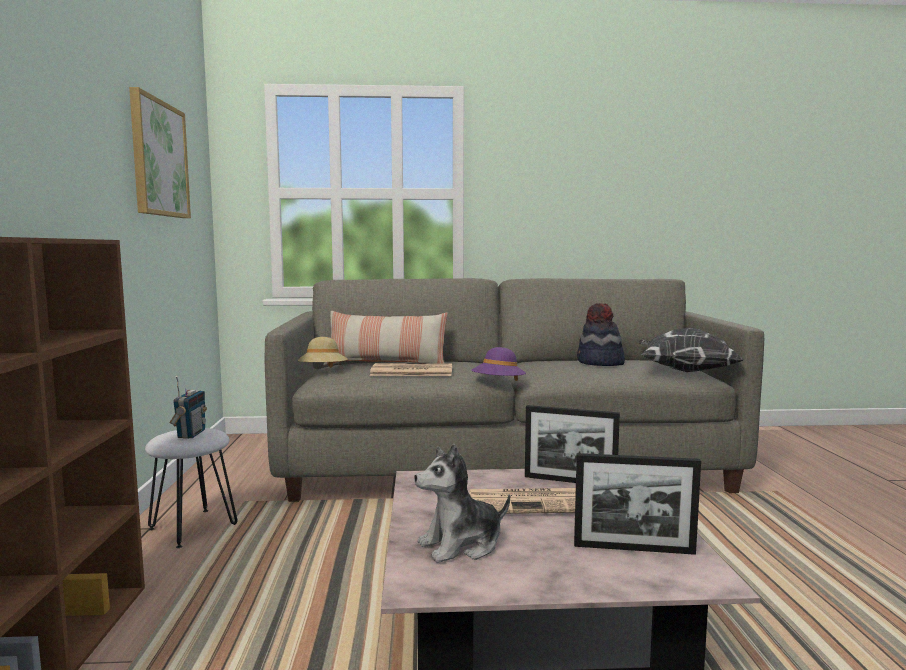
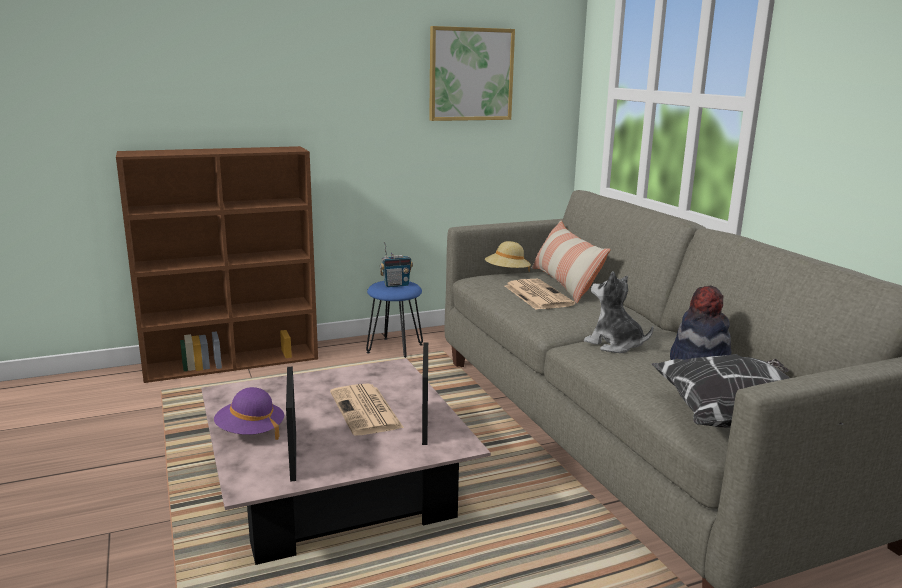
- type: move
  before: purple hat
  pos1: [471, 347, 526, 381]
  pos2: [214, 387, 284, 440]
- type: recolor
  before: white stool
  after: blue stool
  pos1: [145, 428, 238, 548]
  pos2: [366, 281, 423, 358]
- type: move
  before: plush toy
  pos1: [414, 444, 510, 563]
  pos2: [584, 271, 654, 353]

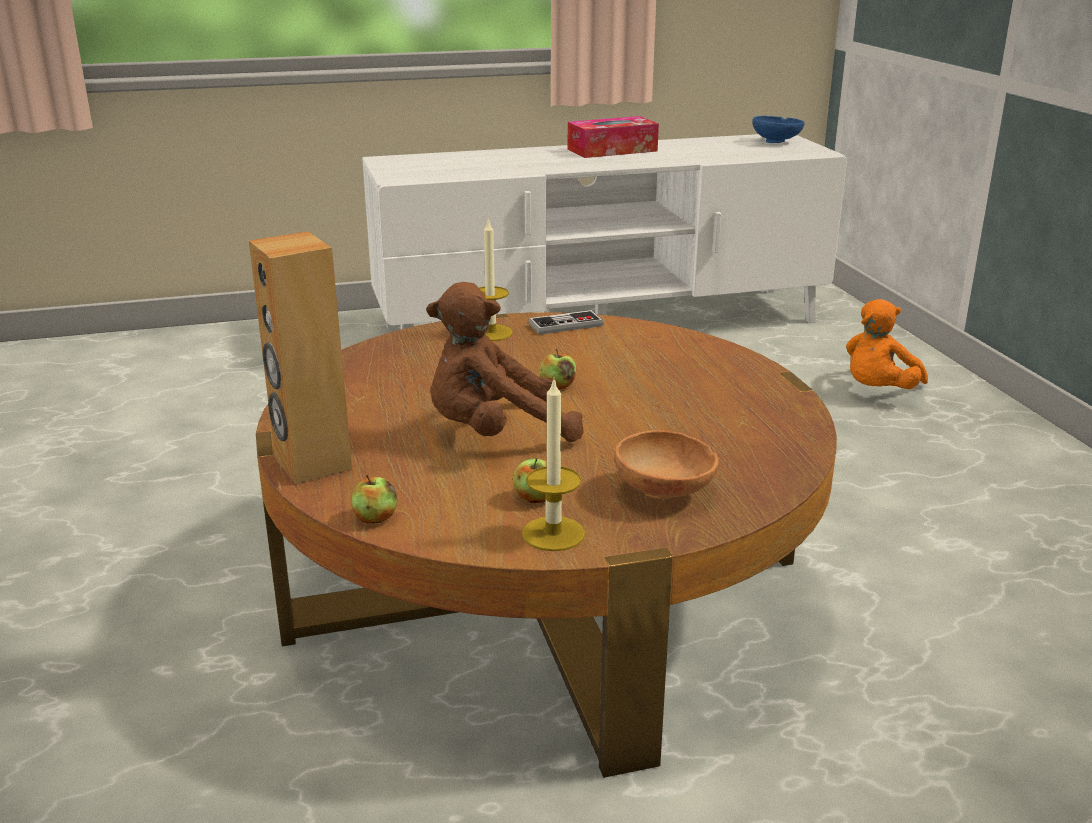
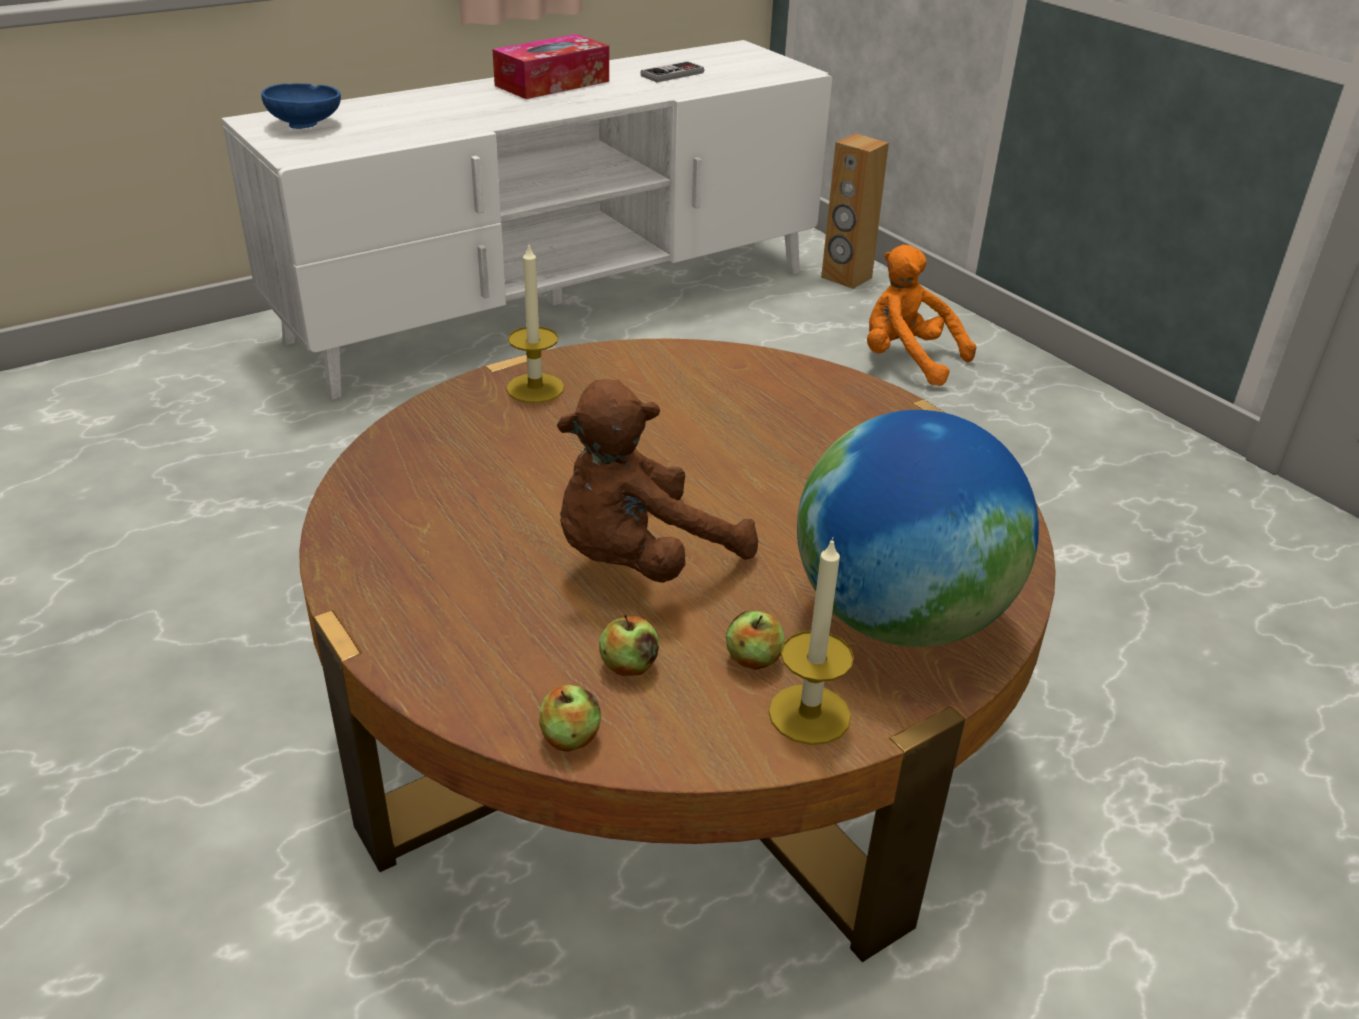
- type: move
  before: blue bowl
  pos1: [752, 116, 804, 143]
  pos2: [261, 83, 341, 129]
- type: move
  before: apple
  pos1: [540, 349, 576, 389]
  pos2: [600, 615, 659, 676]
- type: move
  before: game controller
  pos1: [529, 310, 603, 335]
  pos2: [640, 61, 704, 82]
- type: replace
  before: brown bowl
  after: globe
  pos1: [614, 430, 718, 499]
  pos2: [797, 410, 1039, 647]
- type: move
  before: brown speaker
  pos1: [249, 231, 352, 484]
  pos2: [821, 134, 889, 289]
- type: rotate
  before: orange plush toy
  pos1: [846, 299, 928, 389]
  pos2: [867, 245, 976, 386]
  turn: 105

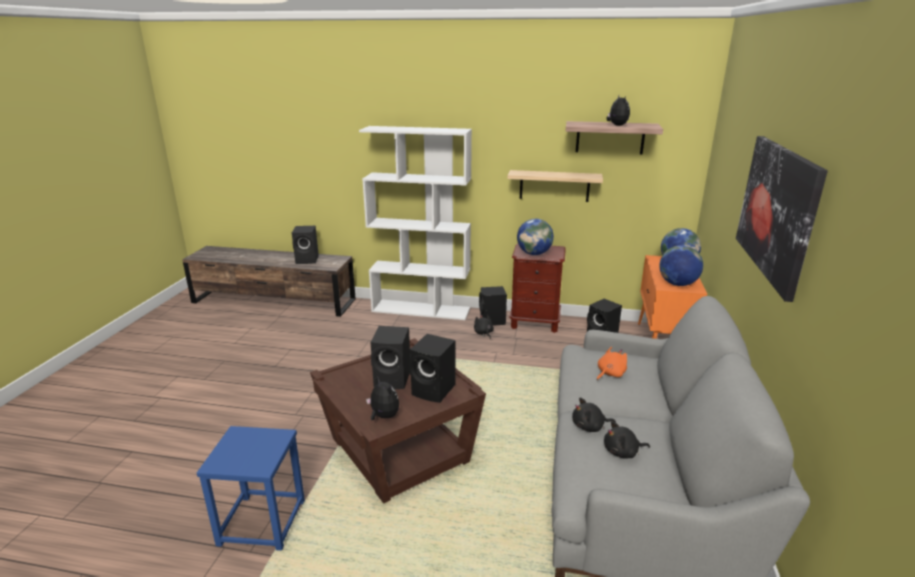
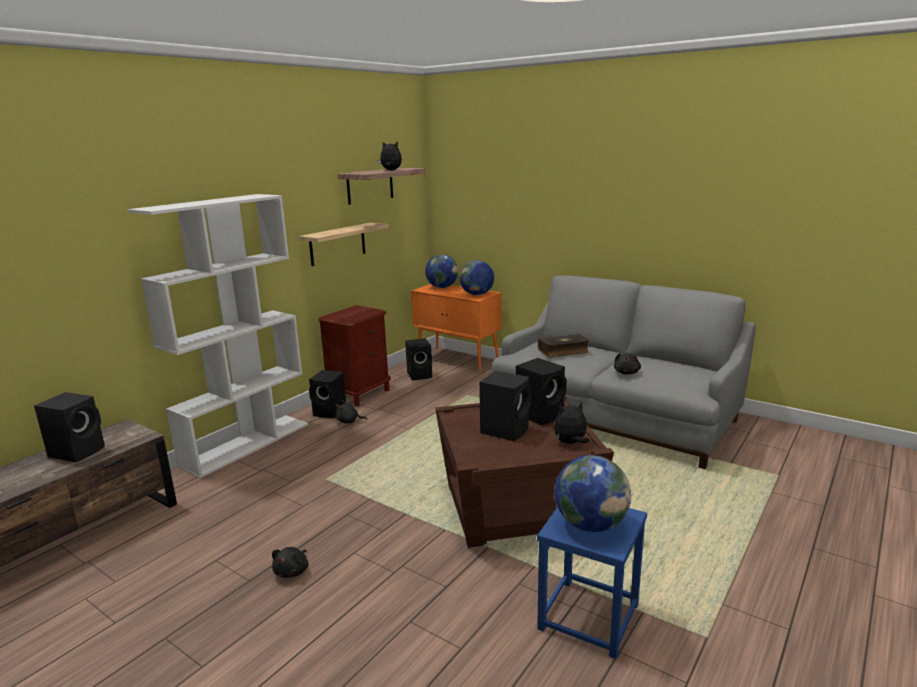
- type: move
  before: black plush toy
  pos1: [604, 421, 650, 459]
  pos2: [272, 547, 309, 578]
- type: replace
  before: orange plush toy
  after: book
  pos1: [597, 347, 627, 380]
  pos2: [538, 334, 590, 358]
- type: move
  before: globe
  pos1: [517, 219, 554, 255]
  pos2: [555, 455, 631, 532]
- type: delete
  before: picture
  pos1: [736, 136, 828, 302]

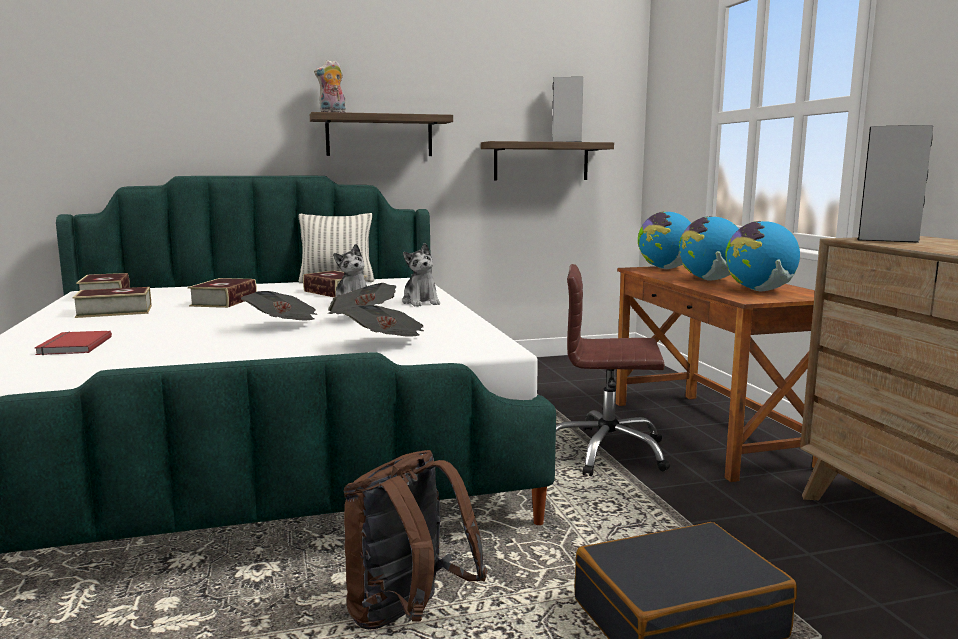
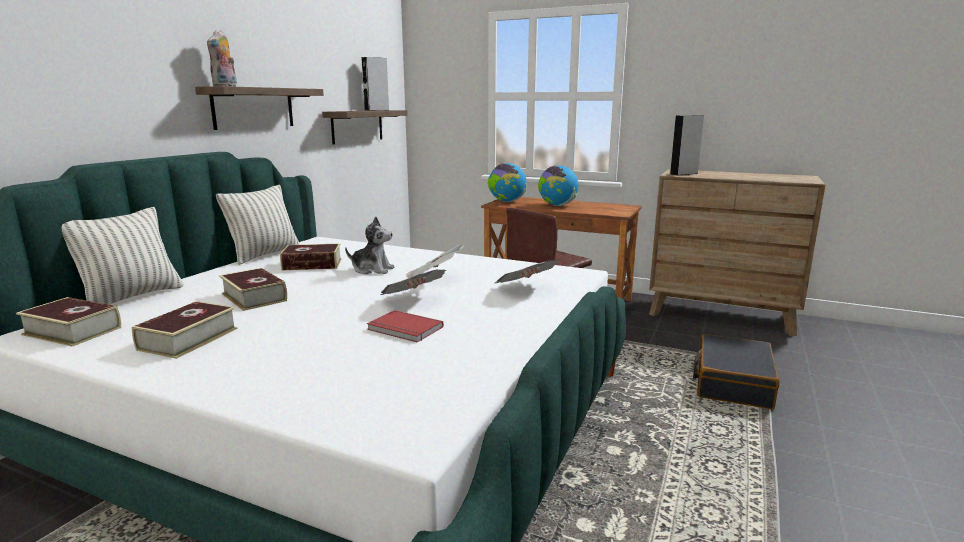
- type: insert
  after: pillow
  pos2: [62, 207, 183, 305]
- type: move
  before: red book
  pos1: [35, 331, 112, 355]
  pos2: [367, 310, 444, 342]
- type: delete
  before: brown backpack
  pos1: [344, 450, 488, 630]
- type: delete
  before: plush toy
  pos1: [402, 243, 440, 306]
- type: delete
  before: globe
  pos1: [725, 221, 800, 291]

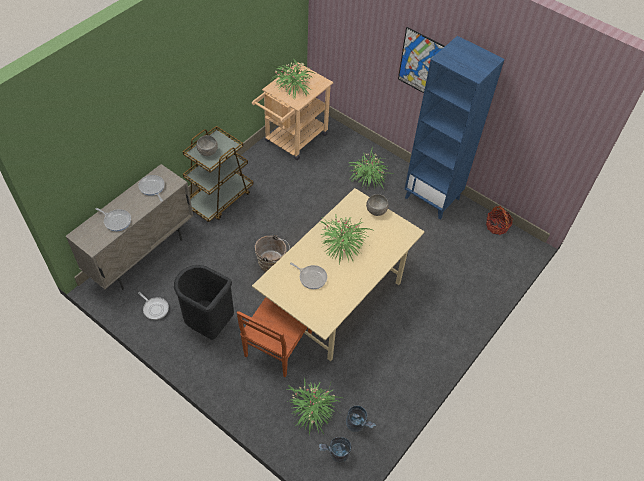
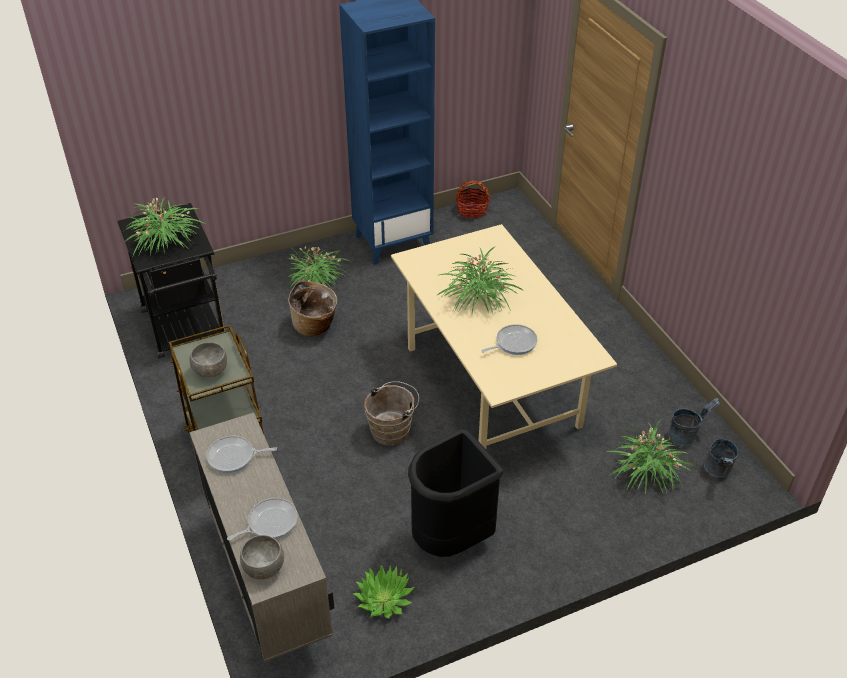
- type: recolor
  before: beige cart
  after: black cart
  pos1: [252, 63, 333, 160]
  pos2: [117, 203, 225, 358]
- type: move
  before: grey bowl
  pos1: [366, 194, 388, 216]
  pos2: [240, 535, 284, 579]
- type: insert
  after: basket
  pos2: [288, 281, 337, 337]
- type: replace
  before: frying pan
  after: potted plant
  pos1: [138, 292, 169, 320]
  pos2: [353, 565, 415, 619]
- type: delete
  before: brown chair
  pos1: [237, 297, 312, 377]
- type: delete
  before: picture
  pos1: [398, 27, 445, 93]

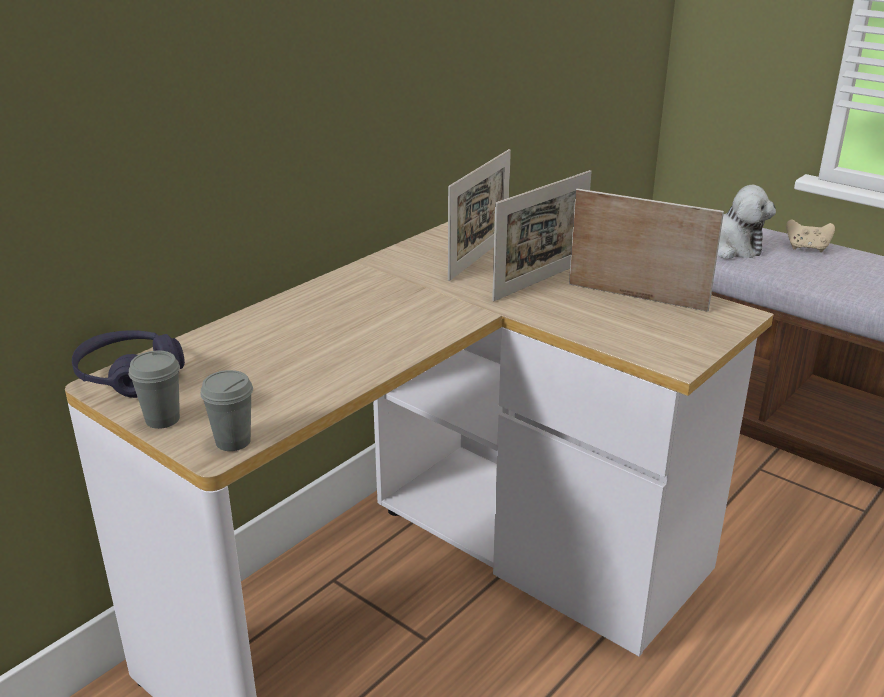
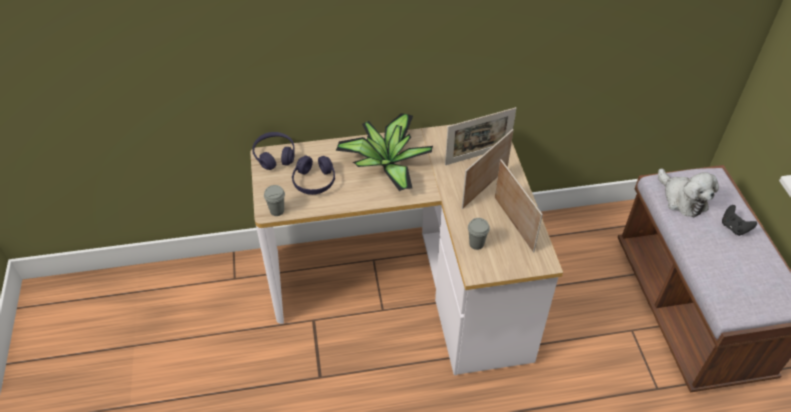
- type: insert
  after: purple headphones
  pos2: [292, 156, 335, 195]
- type: insert
  after: potted plant
  pos2: [336, 113, 433, 191]
- type: rotate
  before: picture frame
  pos1: [492, 170, 592, 301]
  pos2: [462, 129, 514, 209]
  turn: 135
- type: move
  before: grey cup
  pos1: [129, 351, 180, 429]
  pos2: [468, 218, 490, 250]
- type: recolor
  before: beige game controller
  after: black game controller
  pos1: [786, 220, 835, 252]
  pos2: [722, 205, 757, 236]

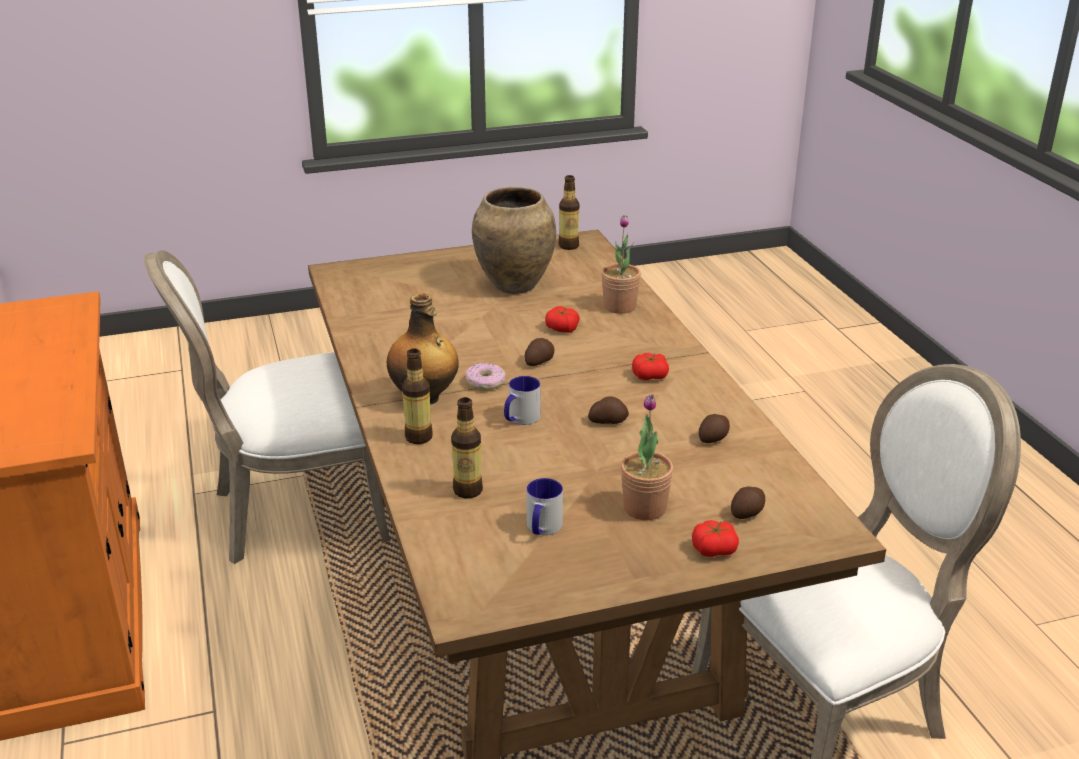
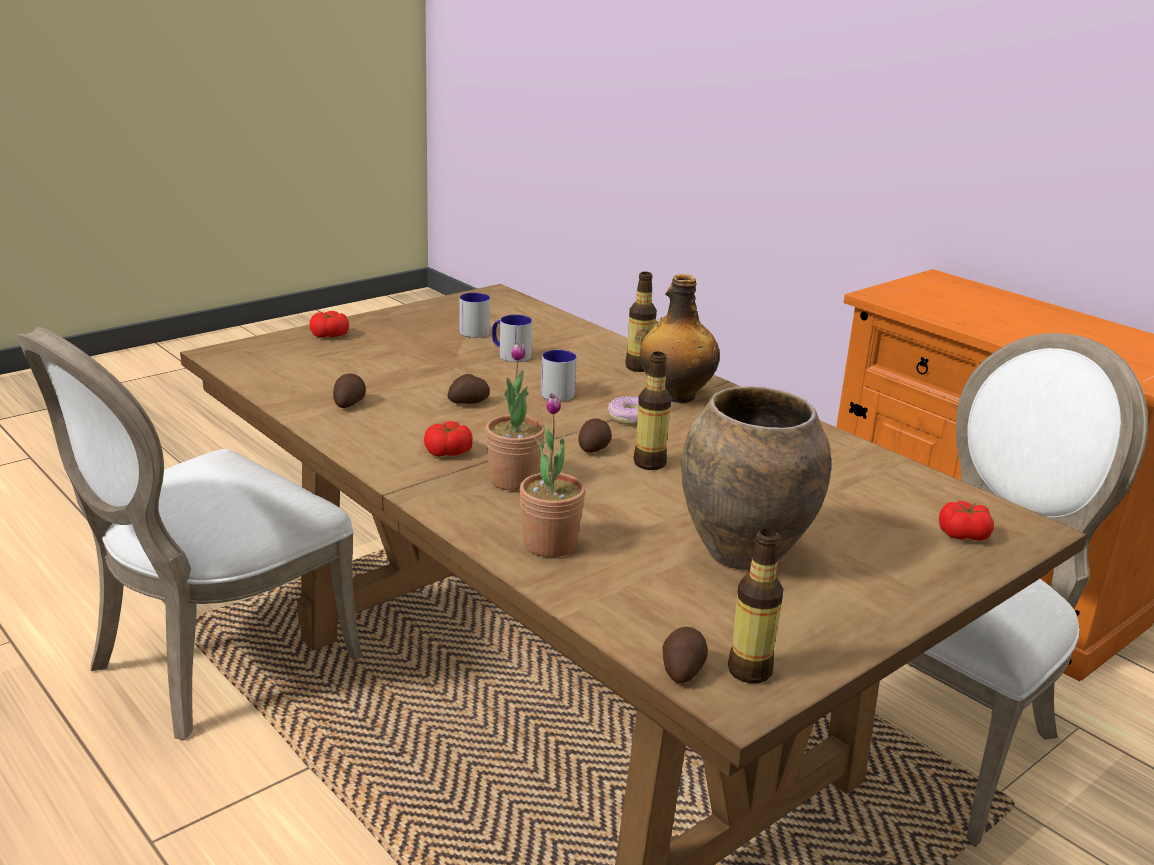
- type: move
  before: potted plant
  pos1: [621, 394, 674, 520]
  pos2: [485, 342, 545, 491]
- type: insert
  after: mug
  pos2: [492, 315, 532, 362]
- type: move
  before: bottle
  pos1: [451, 397, 483, 498]
  pos2: [634, 352, 671, 470]
- type: move
  before: potato
  pos1: [731, 486, 765, 519]
  pos2: [662, 627, 708, 683]
- type: move
  before: tomato
  pos1: [545, 306, 580, 333]
  pos2: [939, 501, 994, 541]

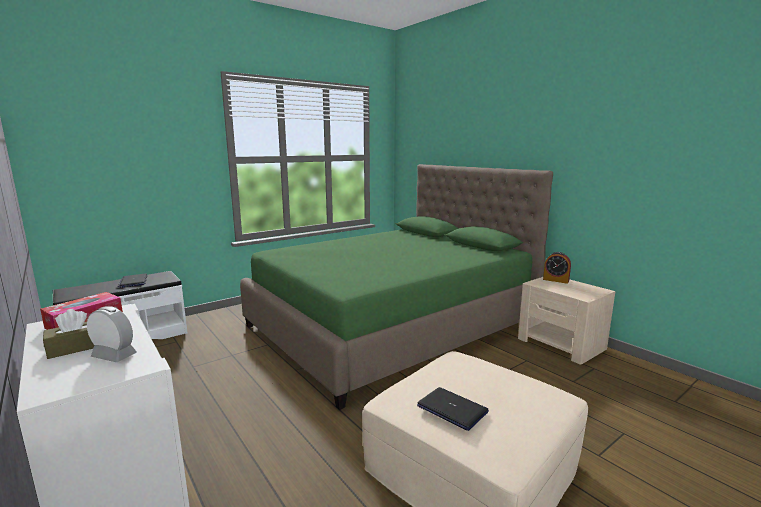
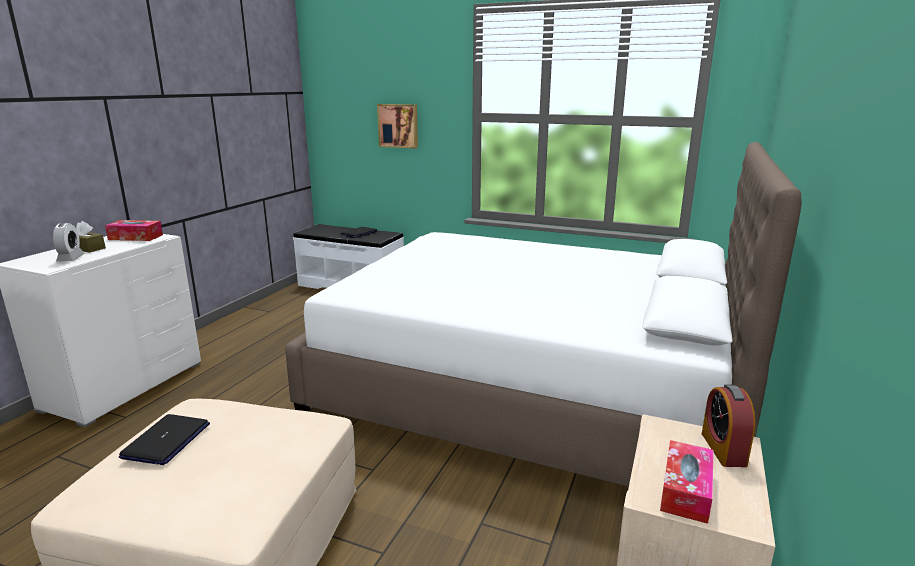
- type: recolor
  before: green bed
  after: white bed
  pos1: [240, 164, 553, 410]
  pos2: [285, 142, 802, 487]
- type: insert
  after: picture
  pos2: [377, 104, 418, 149]
- type: insert
  after: tissue box
  pos2: [660, 440, 714, 524]

